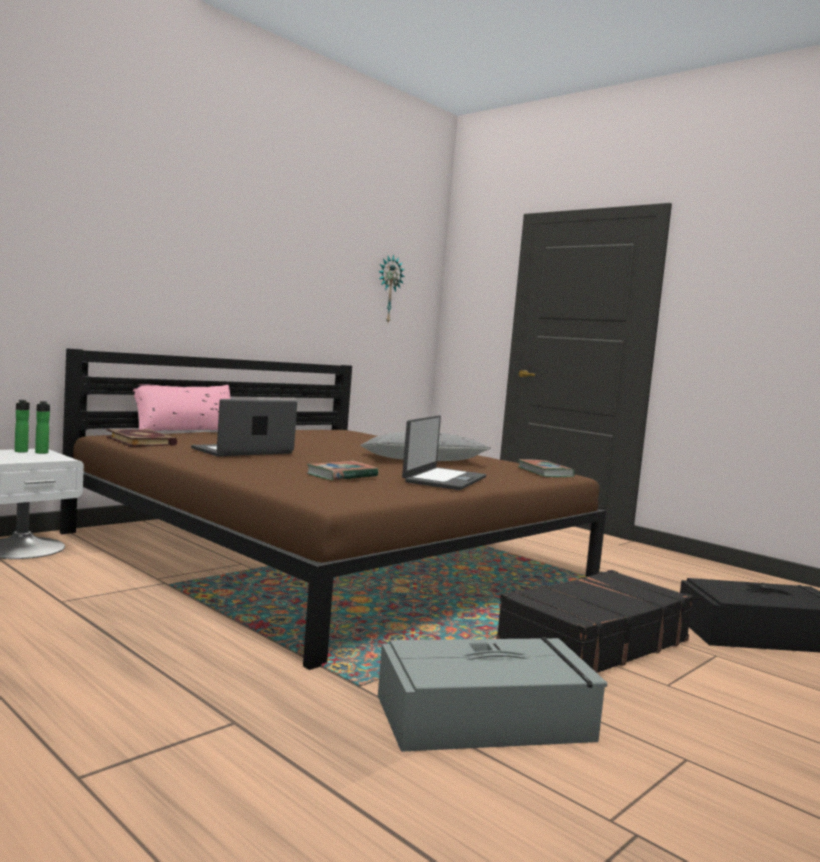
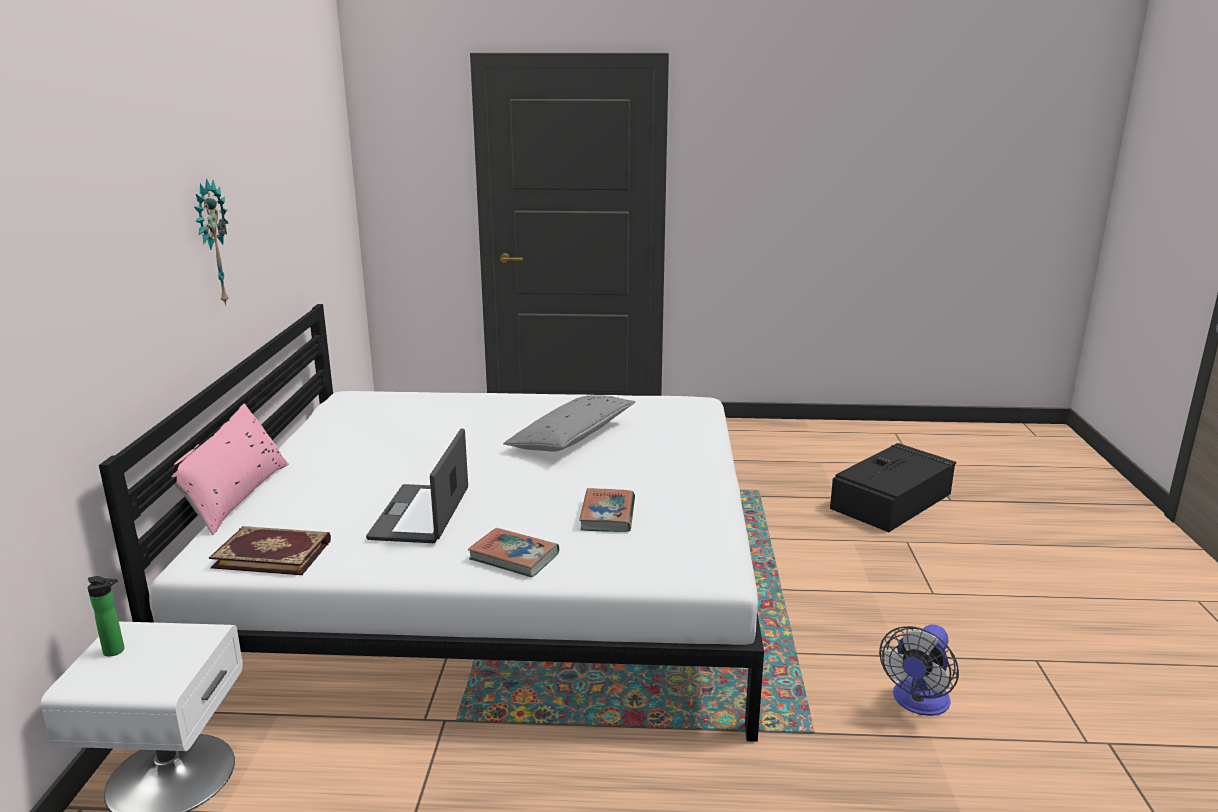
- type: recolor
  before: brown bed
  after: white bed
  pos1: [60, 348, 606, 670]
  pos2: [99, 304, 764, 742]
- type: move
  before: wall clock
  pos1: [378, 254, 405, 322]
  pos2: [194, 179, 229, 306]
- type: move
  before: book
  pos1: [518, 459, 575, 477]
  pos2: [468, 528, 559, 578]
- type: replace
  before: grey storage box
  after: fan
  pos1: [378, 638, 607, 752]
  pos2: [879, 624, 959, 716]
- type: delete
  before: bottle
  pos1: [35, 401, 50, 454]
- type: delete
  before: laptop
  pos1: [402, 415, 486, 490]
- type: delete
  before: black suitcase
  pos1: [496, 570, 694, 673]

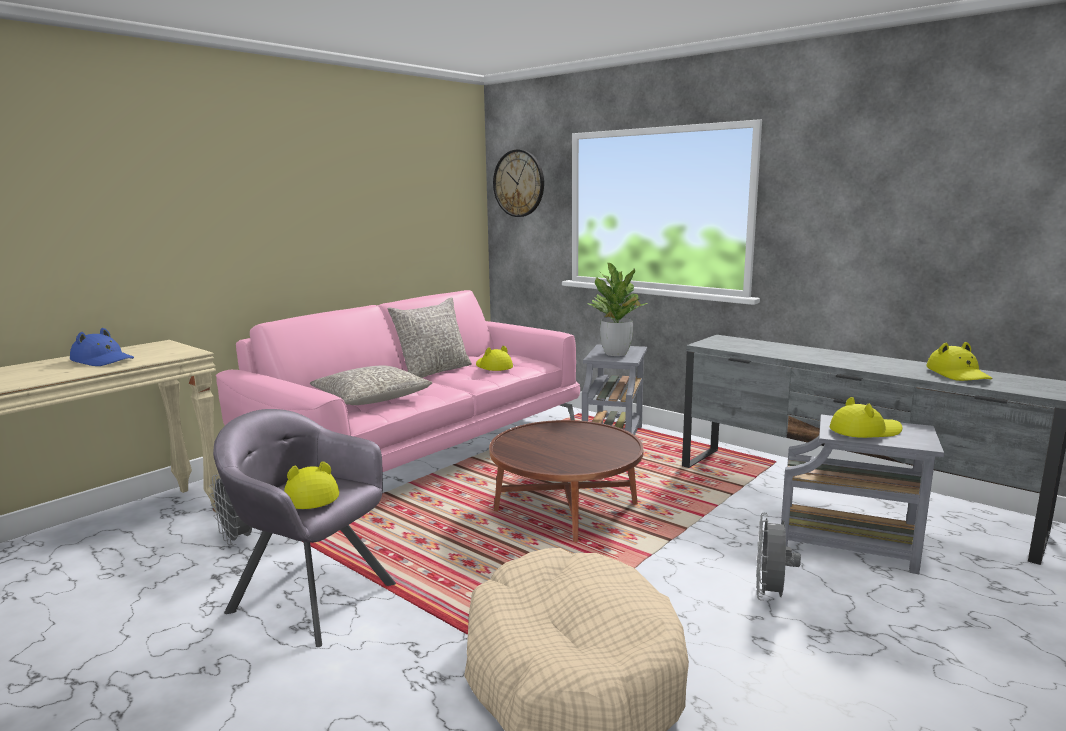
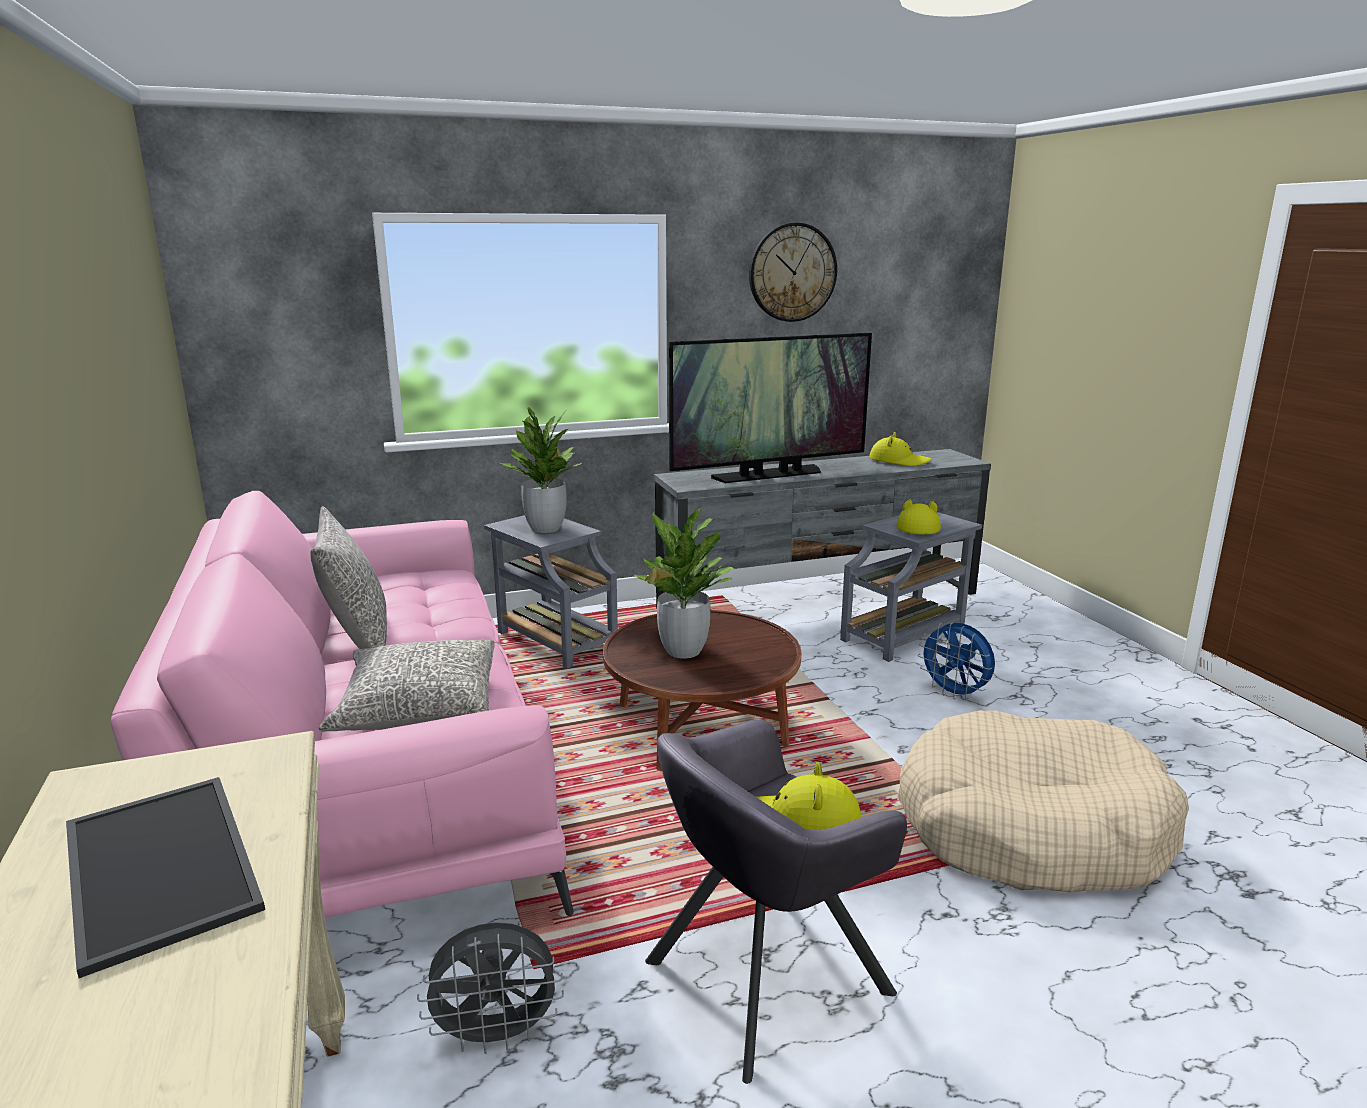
- type: replace
  before: blue hat
  after: tray
  pos1: [70, 328, 134, 366]
  pos2: [66, 777, 265, 978]
- type: insert
  after: potted plant
  pos2: [633, 508, 735, 659]
- type: insert
  after: television
  pos2: [669, 333, 872, 483]
- type: move
  before: wall clock
  pos1: [493, 150, 544, 217]
  pos2: [749, 223, 837, 322]
- type: recolor
  before: grey fan
  after: blue fan
  pos1: [756, 513, 801, 601]
  pos2: [918, 623, 995, 700]
- type: delete
  before: yellow hat
  pos1: [476, 346, 513, 371]

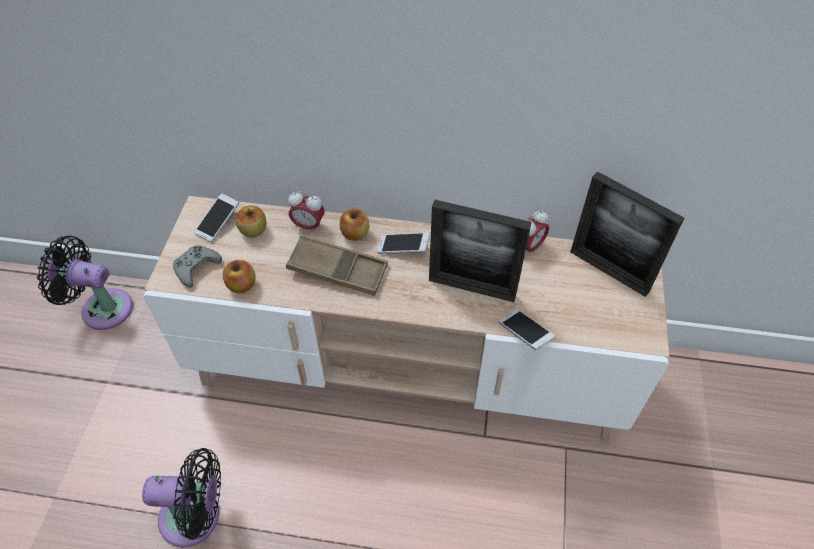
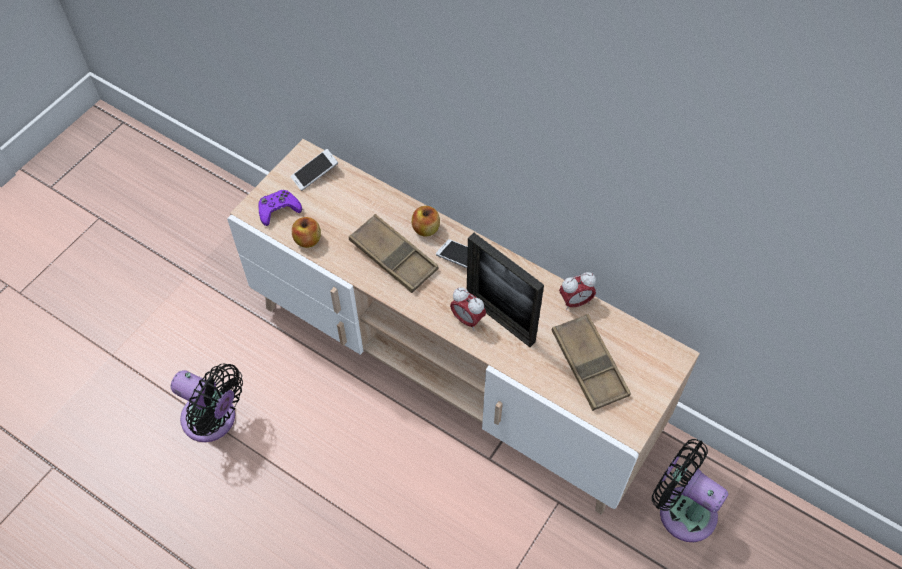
- type: recolor
  before: grey game controller
  after: purple game controller
  pos1: [173, 245, 222, 287]
  pos2: [259, 190, 302, 226]
- type: move
  before: alarm clock
  pos1: [288, 191, 325, 233]
  pos2: [450, 287, 486, 330]
- type: insert
  after: brown tray
  pos2: [552, 314, 631, 411]
- type: move
  before: black fan
  pos1: [37, 236, 133, 330]
  pos2: [652, 439, 728, 542]
- type: delete
  before: apple
  pos1: [236, 206, 267, 237]
- type: delete
  before: phone
  pos1: [499, 309, 555, 350]
- type: delete
  before: picture frame
  pos1: [570, 172, 684, 297]

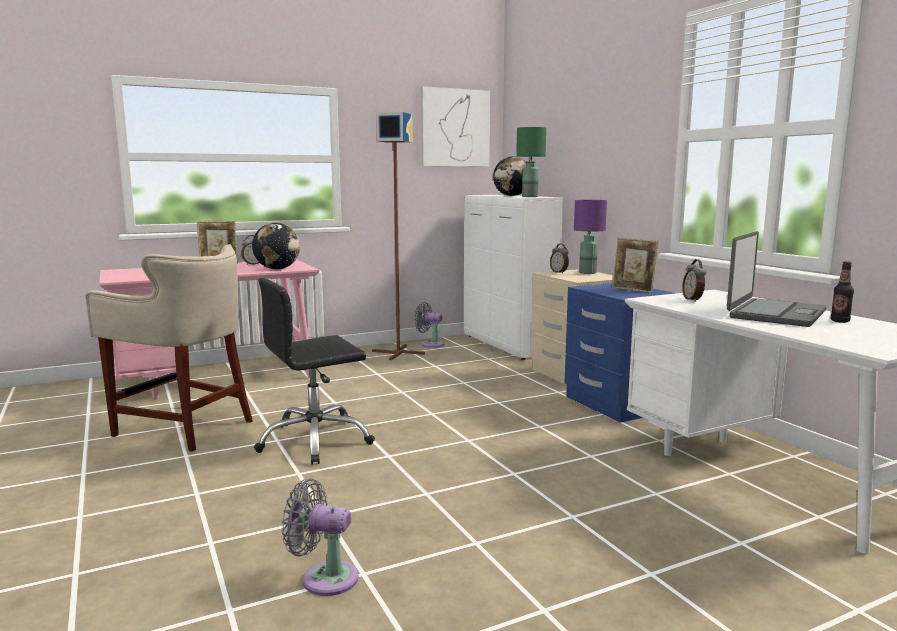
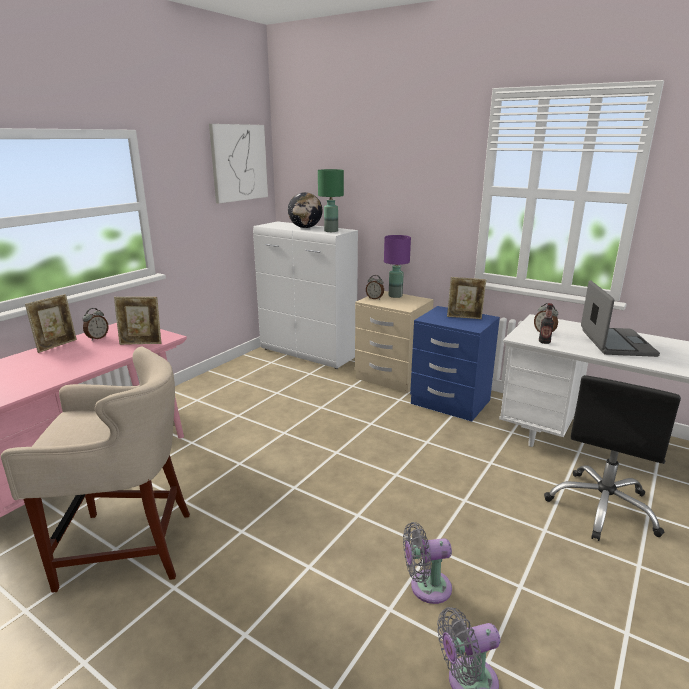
- type: replace
  before: globe
  after: picture frame
  pos1: [252, 223, 300, 269]
  pos2: [114, 297, 161, 345]
- type: move
  before: grey fan
  pos1: [414, 302, 445, 348]
  pos2: [403, 522, 452, 604]
- type: move
  before: bottle
  pos1: [831, 261, 854, 323]
  pos2: [539, 303, 554, 344]
- type: move
  before: black office chair
  pos1: [254, 278, 375, 465]
  pos2: [544, 375, 681, 541]
- type: delete
  before: brown floor lamp
  pos1: [372, 112, 425, 360]

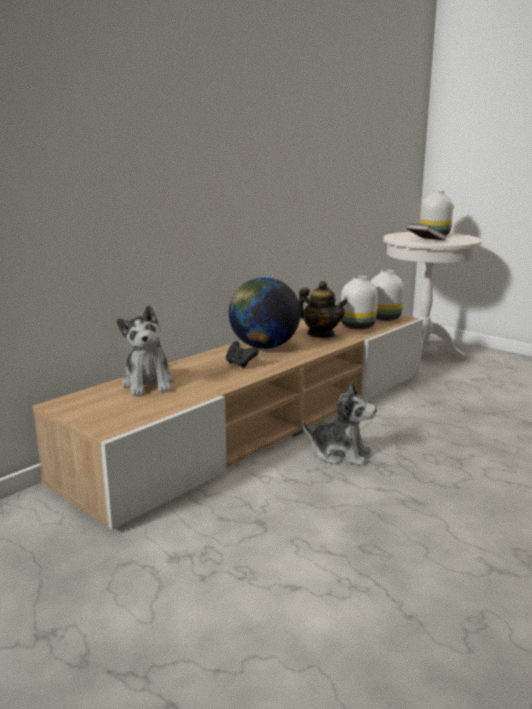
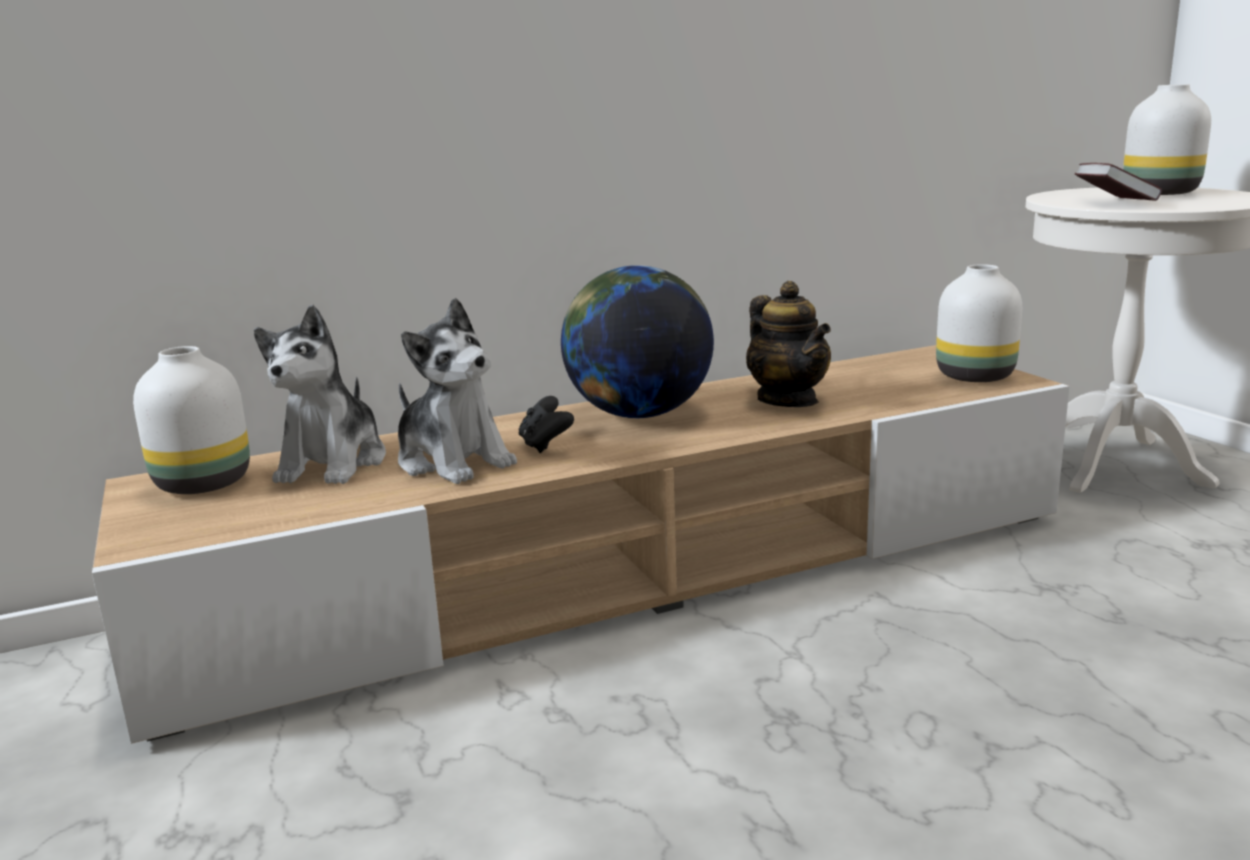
- type: move
  before: white vase
  pos1: [341, 276, 378, 329]
  pos2: [133, 346, 250, 494]
- type: move
  before: plush toy
  pos1: [303, 381, 376, 466]
  pos2: [398, 298, 517, 484]

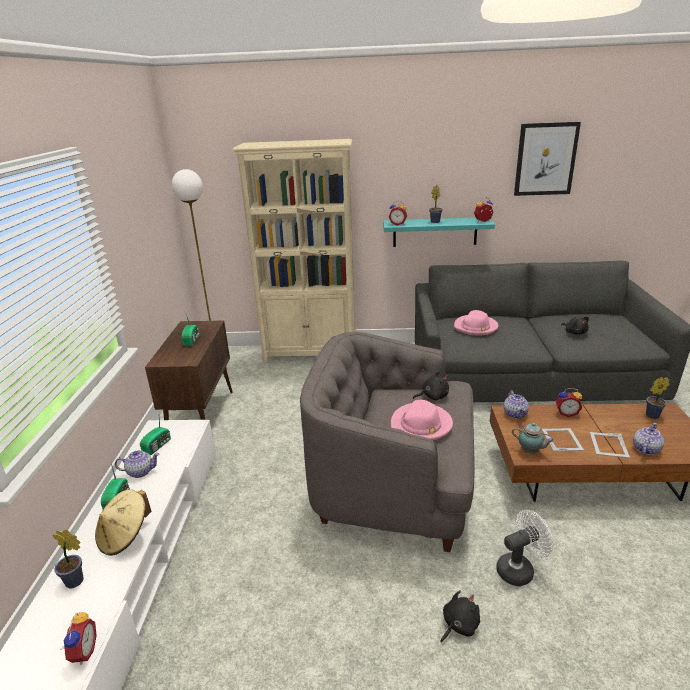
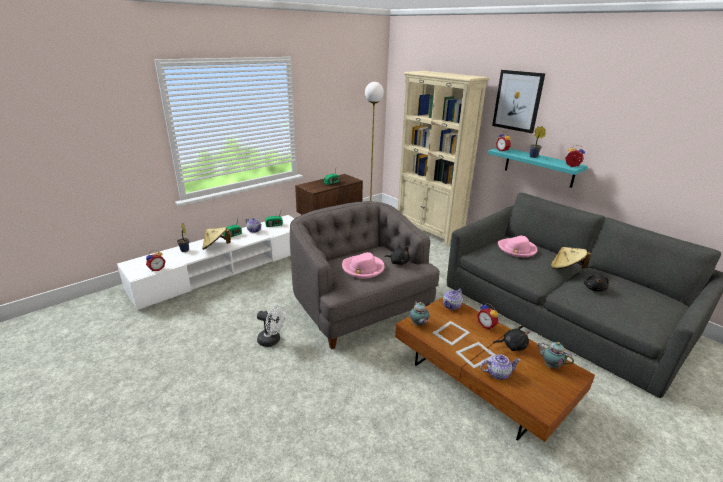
- type: move
  before: white fan
  pos1: [496, 510, 553, 586]
  pos2: [257, 305, 286, 347]
- type: move
  before: picture
  pos1: [514, 122, 581, 196]
  pos2: [492, 70, 545, 133]
- type: move
  before: black plush toy
  pos1: [441, 590, 480, 643]
  pos2: [493, 326, 529, 351]
- type: replace
  before: potted plant
  after: teapot
  pos1: [646, 377, 670, 419]
  pos2: [537, 342, 574, 369]
- type: insert
  after: beige hat
  pos2: [551, 247, 591, 269]

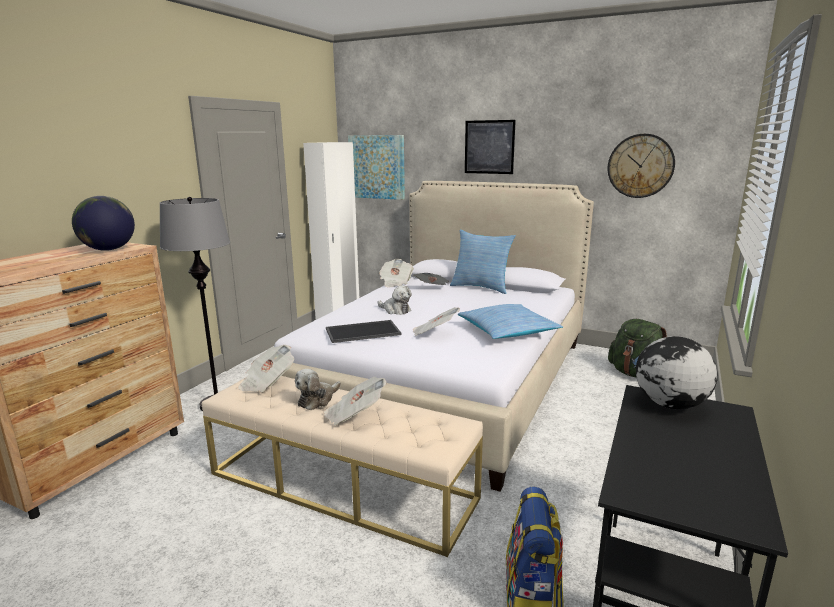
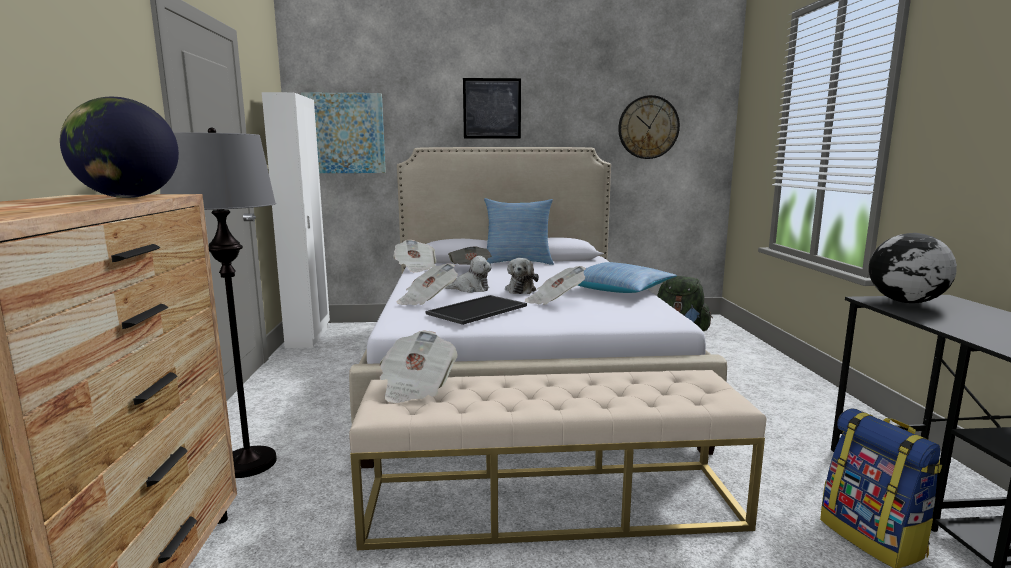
- type: move
  before: newspaper
  pos1: [324, 377, 387, 425]
  pos2: [397, 263, 458, 305]
- type: move
  before: plush toy
  pos1: [295, 369, 341, 410]
  pos2: [505, 258, 539, 294]

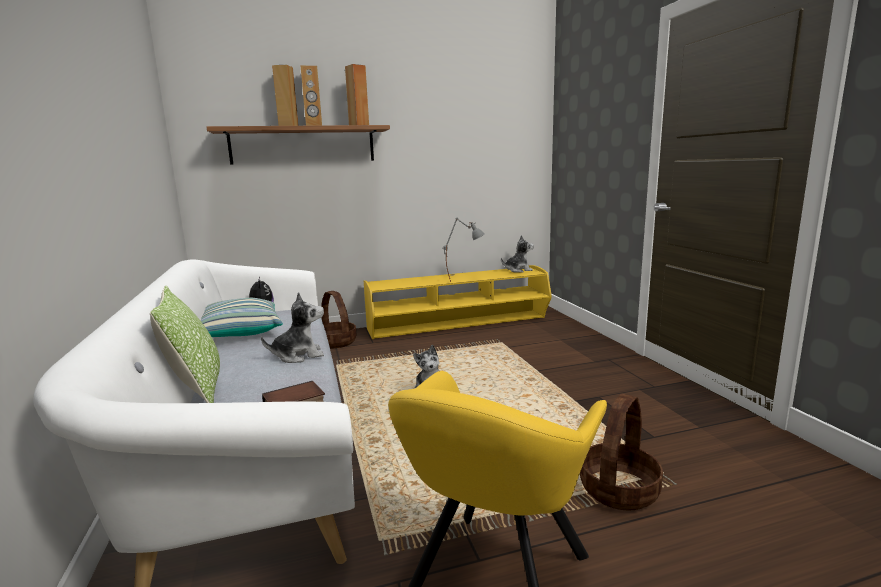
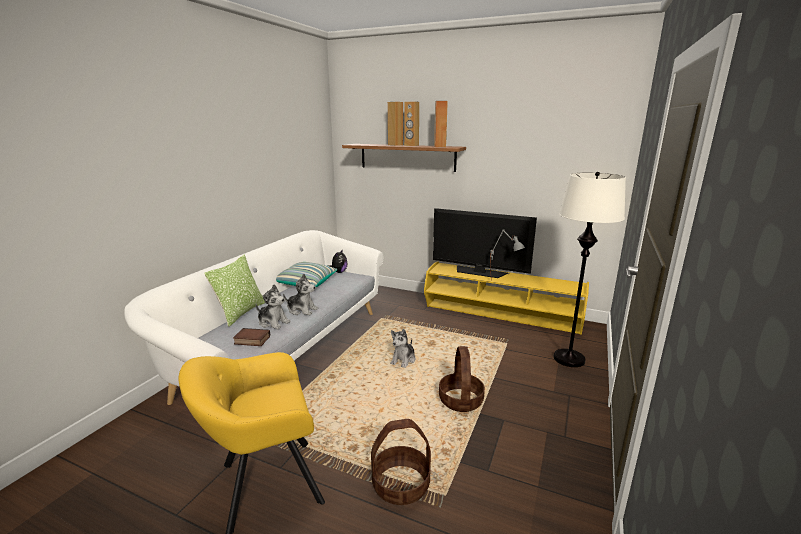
- type: move
  before: plush toy
  pos1: [501, 235, 534, 272]
  pos2: [256, 284, 290, 329]
- type: insert
  after: television
  pos2: [433, 208, 537, 278]
- type: move
  before: basket
  pos1: [321, 291, 357, 348]
  pos2: [439, 346, 485, 412]
- type: insert
  after: white floor lamp
  pos2: [554, 172, 626, 367]

